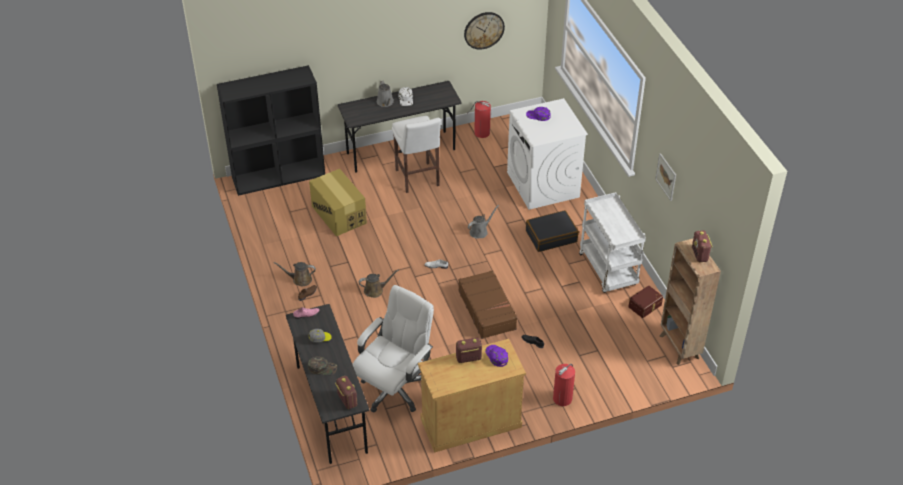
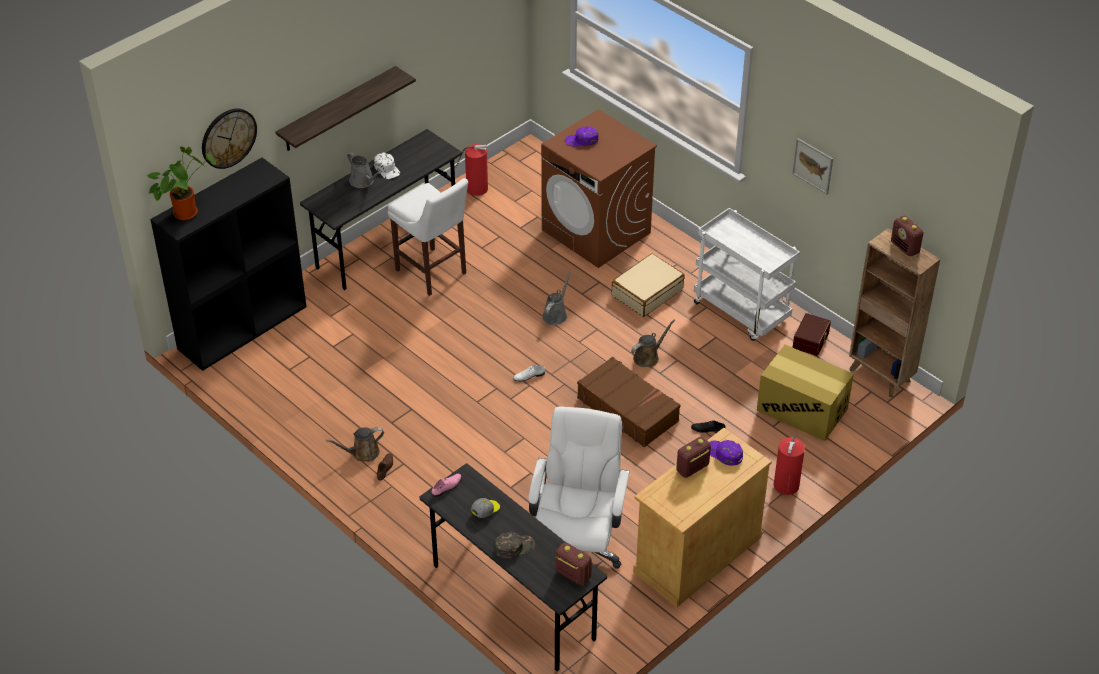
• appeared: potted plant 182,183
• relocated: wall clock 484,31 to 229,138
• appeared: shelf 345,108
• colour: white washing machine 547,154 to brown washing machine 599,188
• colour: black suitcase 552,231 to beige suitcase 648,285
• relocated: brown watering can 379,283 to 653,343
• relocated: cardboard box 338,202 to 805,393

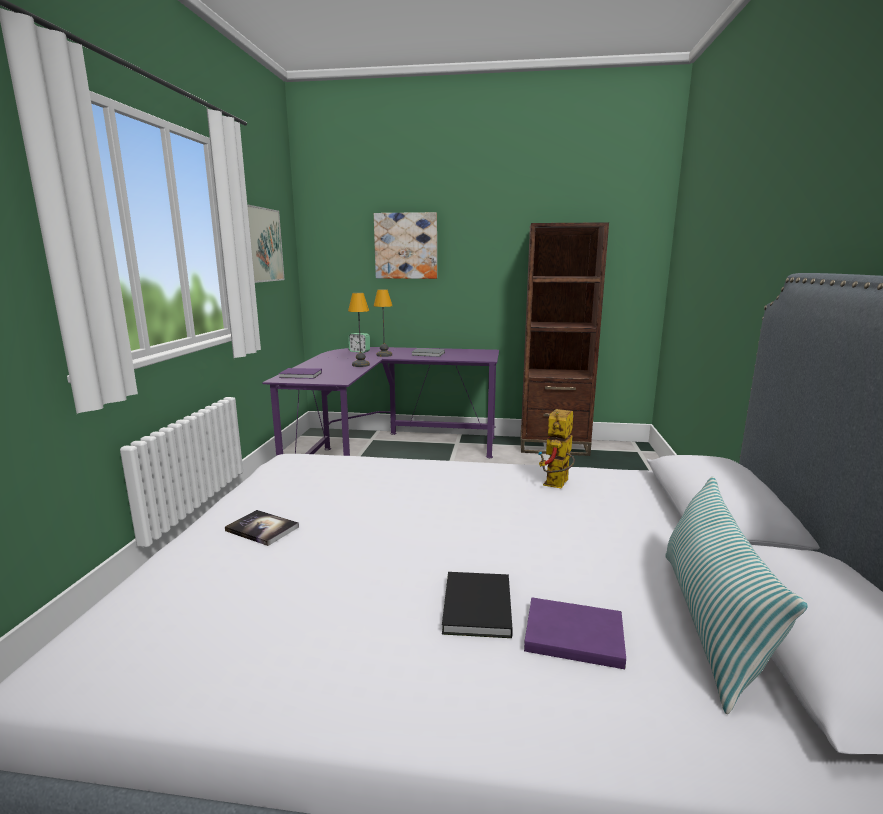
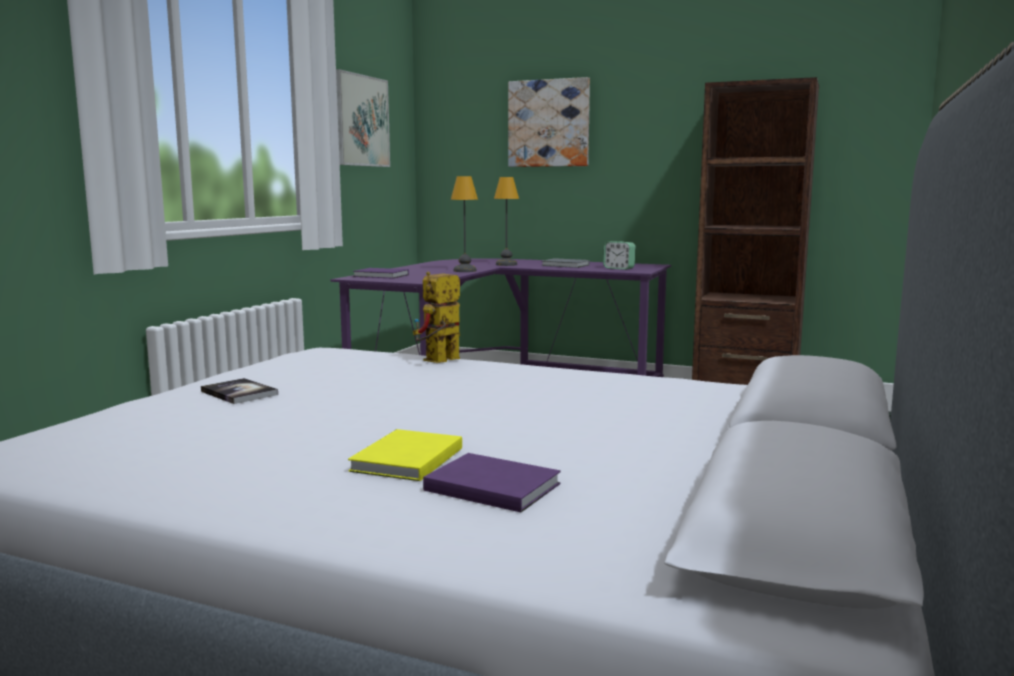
• colour: black book 477,605 to yellow book 405,455
• relocated: toy robot 556,448 to 436,317
• relocated: alarm clock 359,343 to 619,255
• missing: pillow 736,595

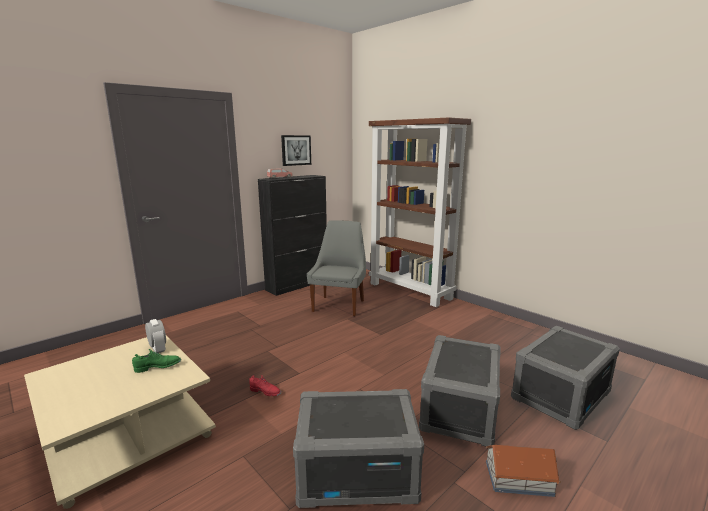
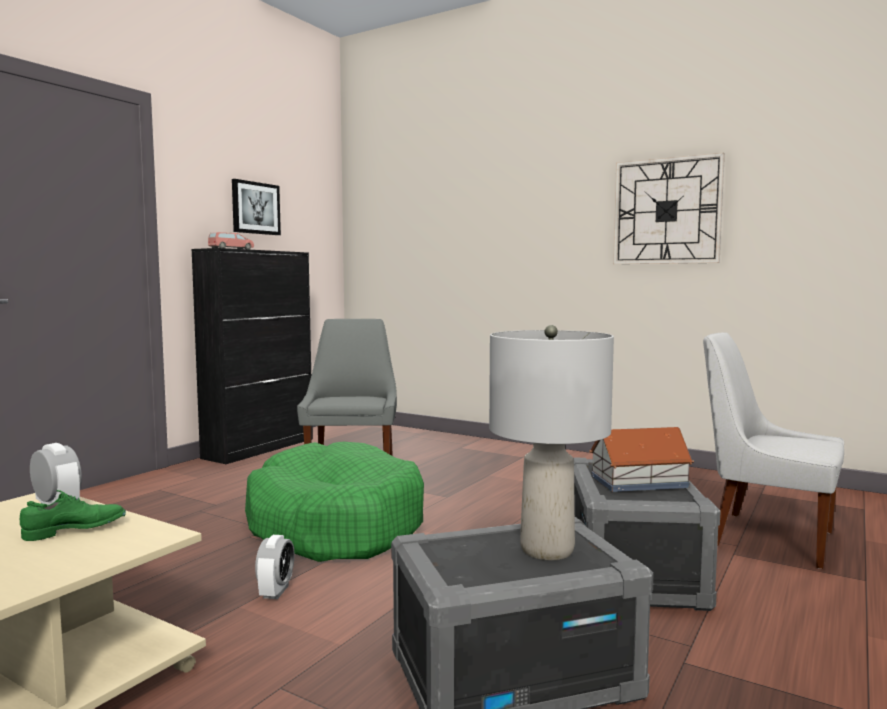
• appeared: green dog bed 334,502
• exchanged: red shoe 265,385 to alarm clock 275,567
• appeared: grey table lamp 551,442
• relocated: toy house 523,471 to 641,459
• appeared: wall clock 669,208
• exchanged: grey storage box 565,378 to white chair 773,450
• missing: brown bookcase 420,212

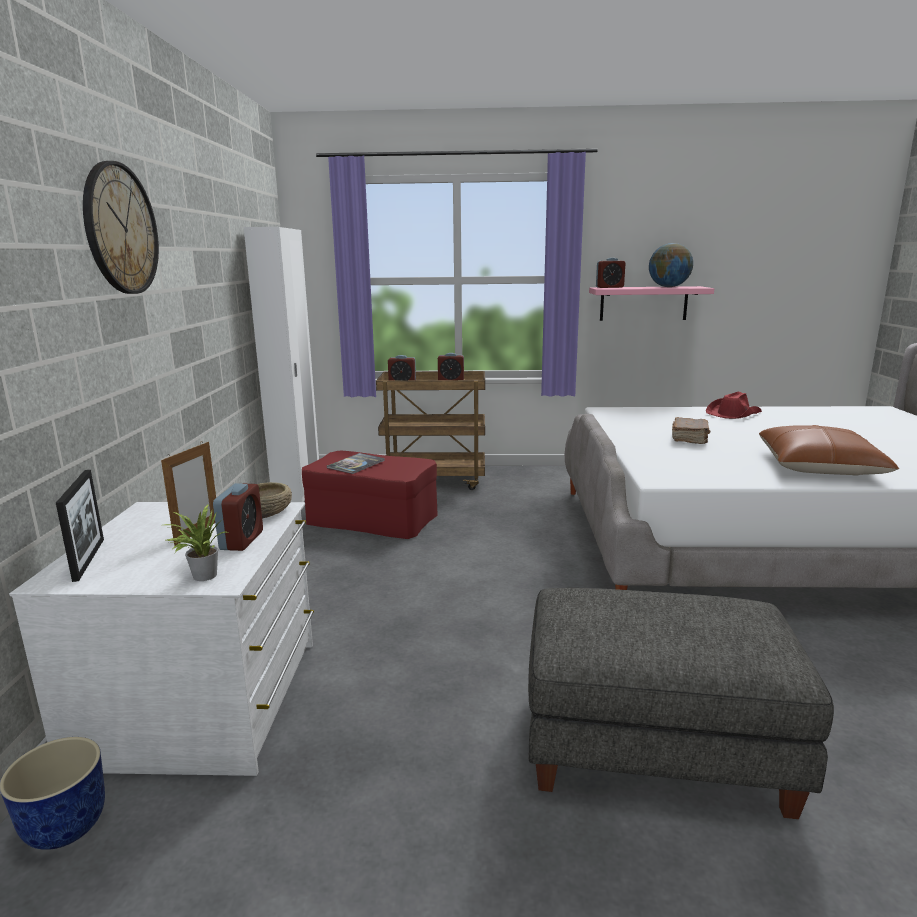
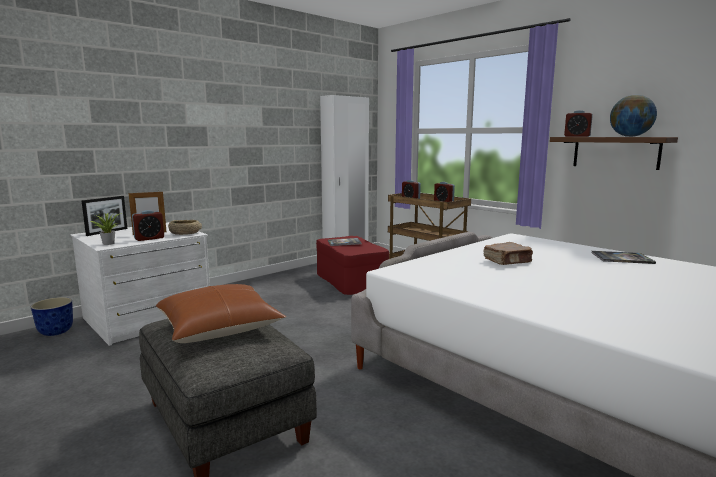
• relocated: brown pillow 829,450 to 221,313
• colour: pink shelf 651,303 to brown shelf 614,153
• exchanged: red hat 734,405 to book 624,257
• missing: wall clock 121,227

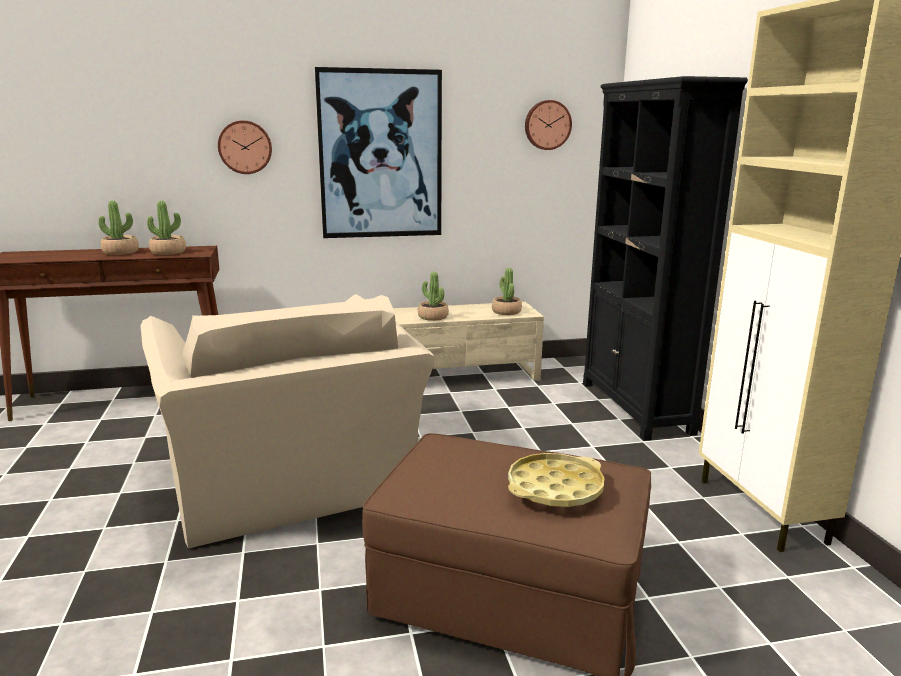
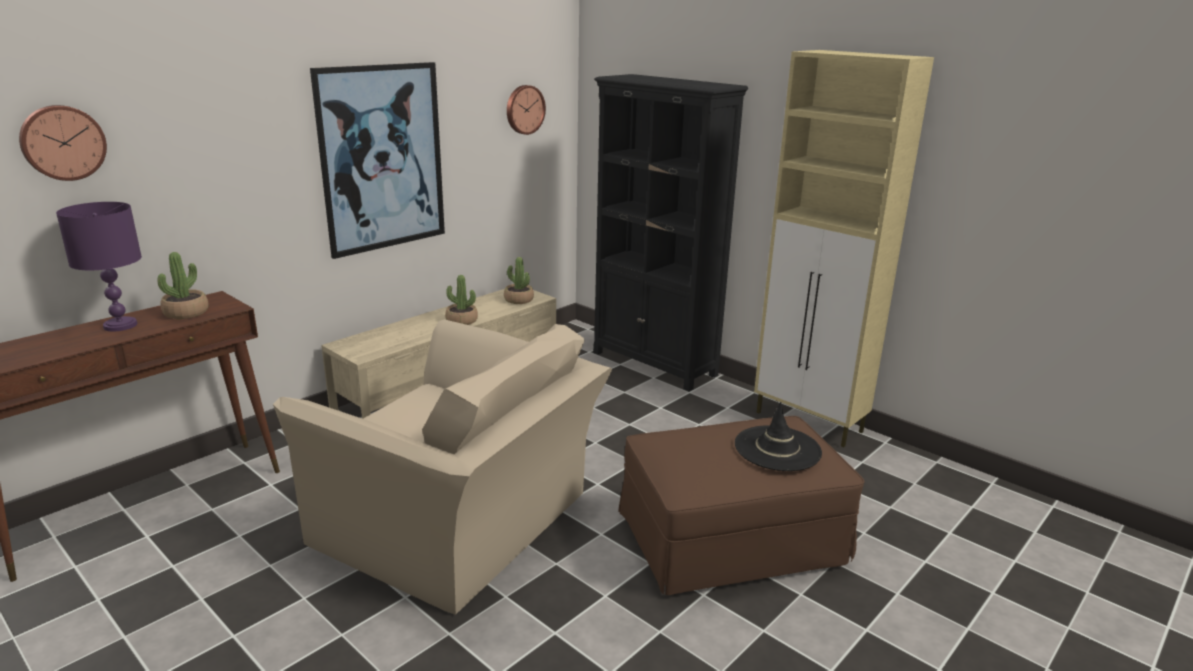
• relocated: wall clock 245,147 to 63,143
• exchanged: potted plant 118,227 to purple table lamp 99,266
• exchanged: yellow tray 556,480 to black hat 778,436

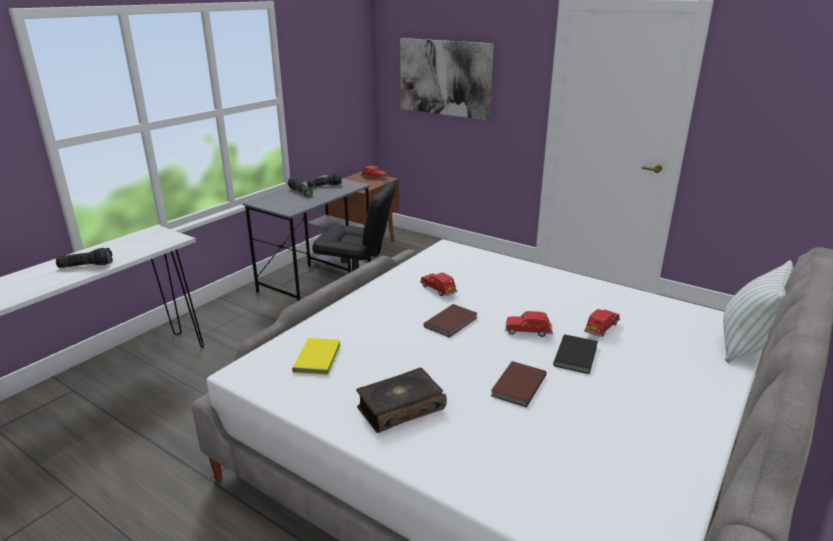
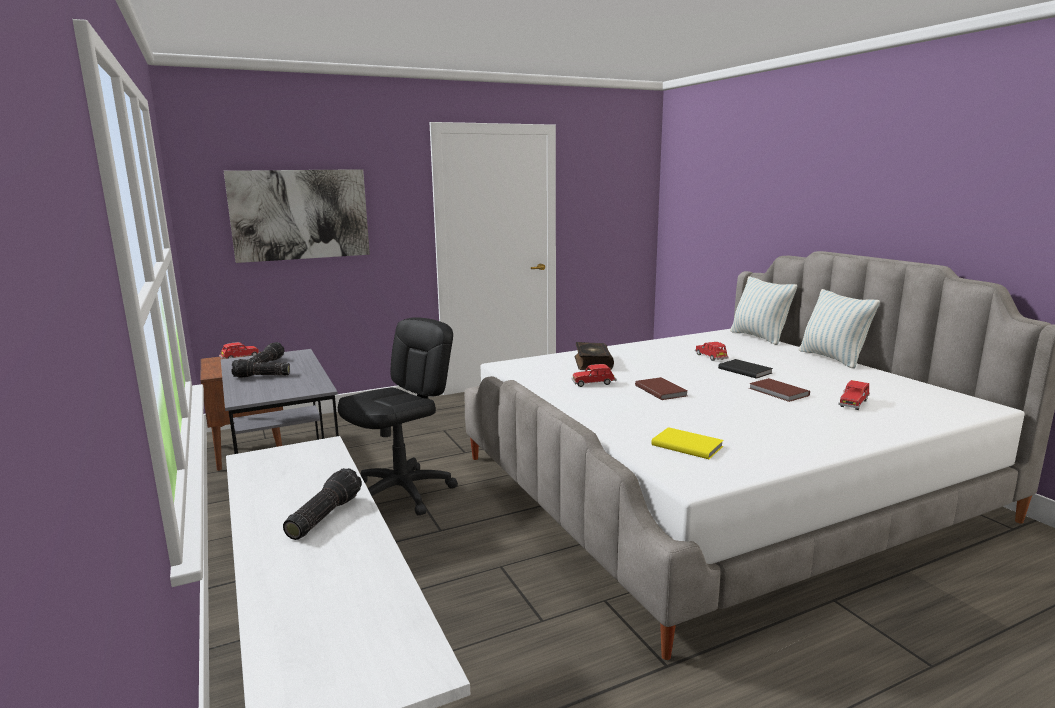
• relocated: book 401,400 to 594,356
• appeared: pillow 839,329
• relocated: red toy car 529,324 to 854,395

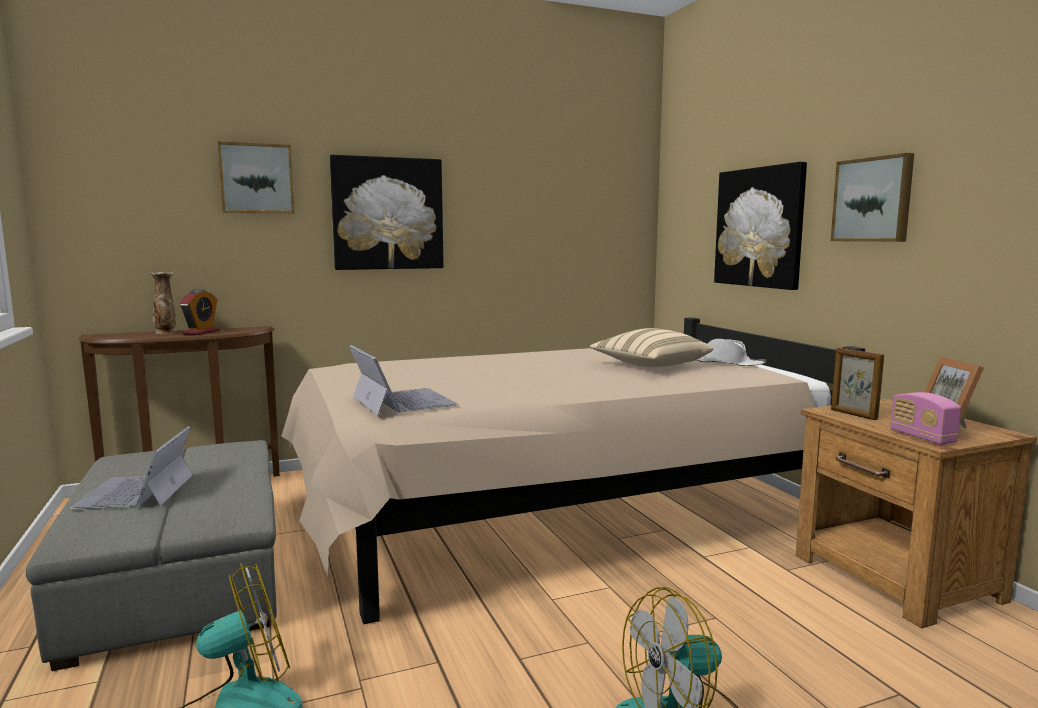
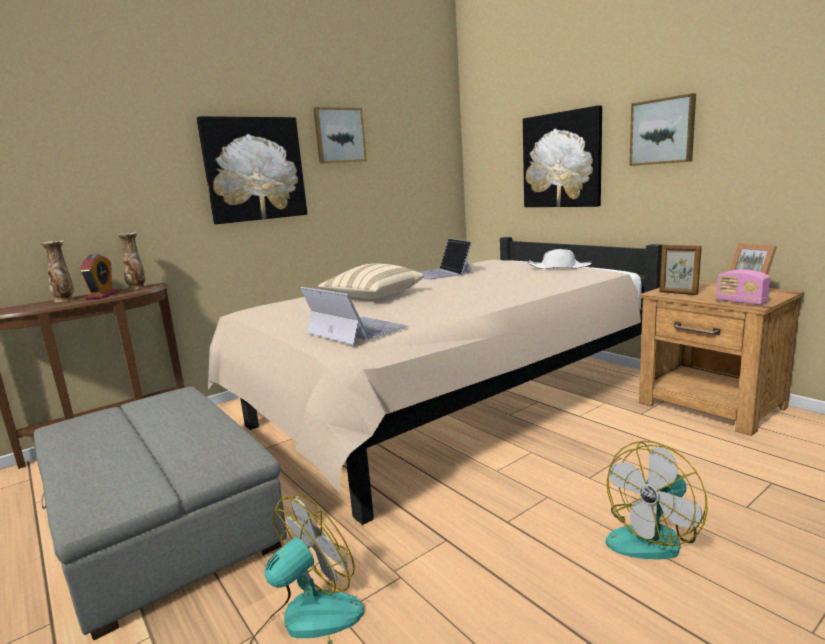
• appeared: vase 131,261
• relocated: picture 256,177 to 340,135
• relocated: beige pillow 651,347 to 371,280
• relocated: laptop 131,468 to 445,259

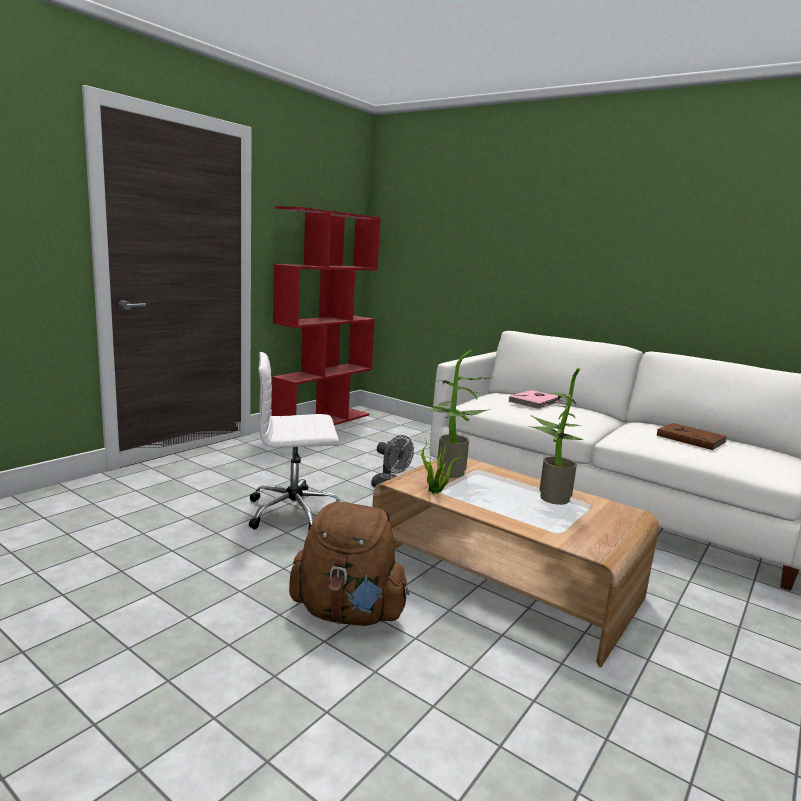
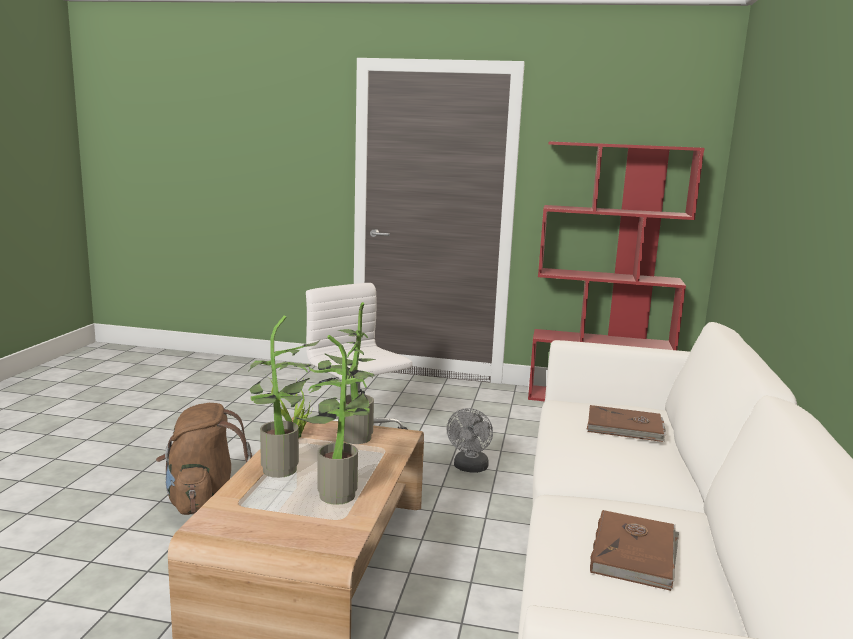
• appeared: potted plant 284,396
• colour: pink book 535,399 to brown book 626,423

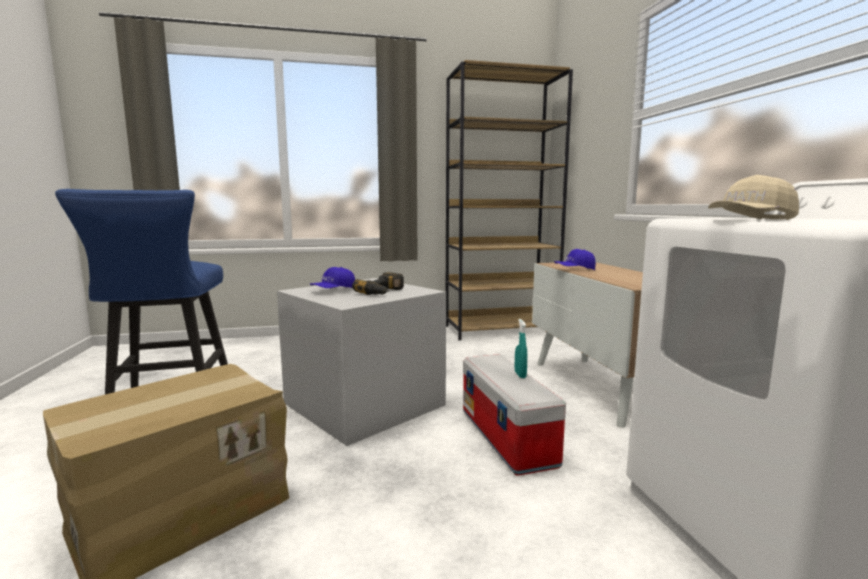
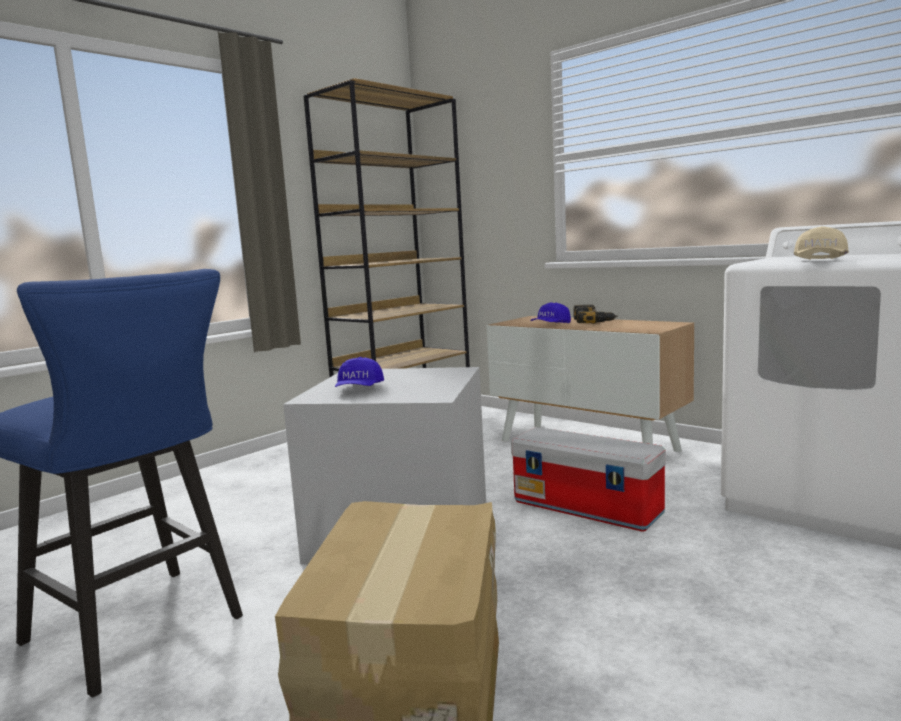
• relocated: power drill 378,283 to 595,314
• missing: turquoise spray bottle 521,348

